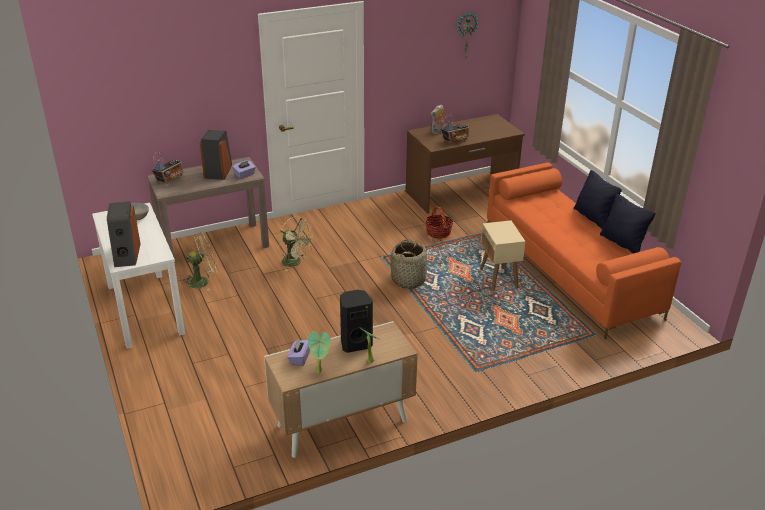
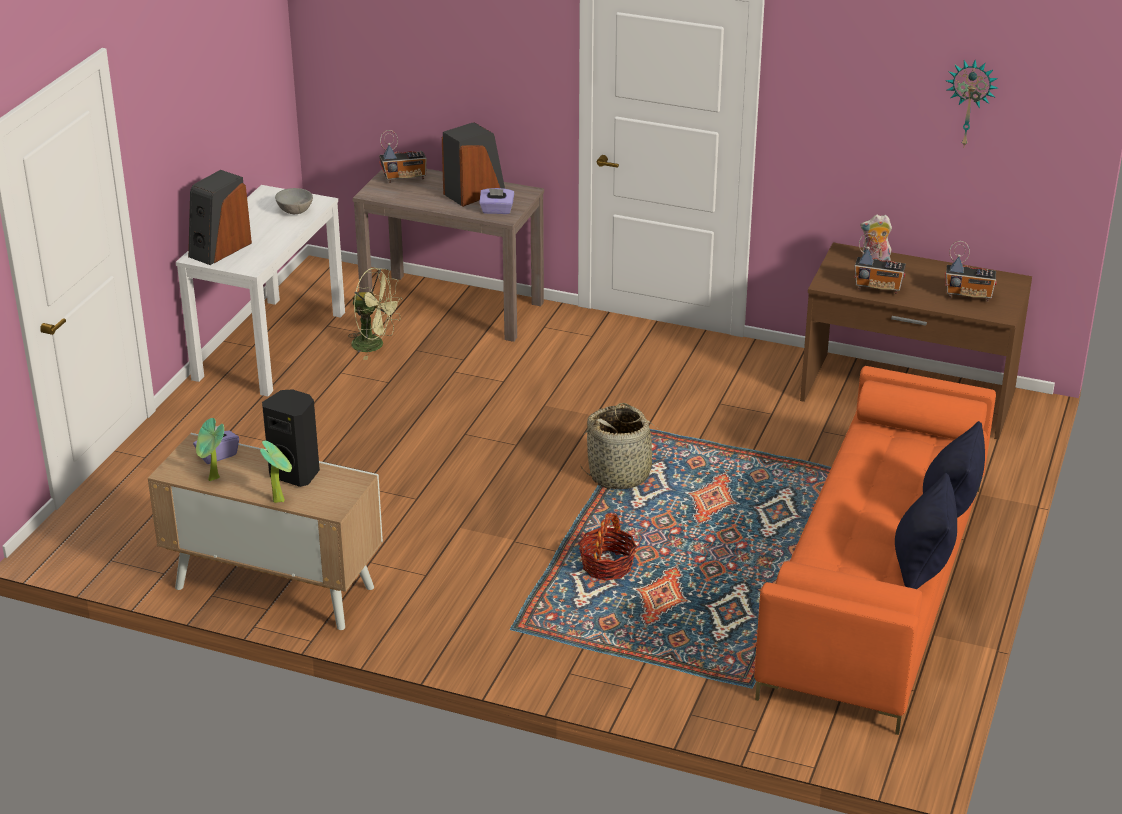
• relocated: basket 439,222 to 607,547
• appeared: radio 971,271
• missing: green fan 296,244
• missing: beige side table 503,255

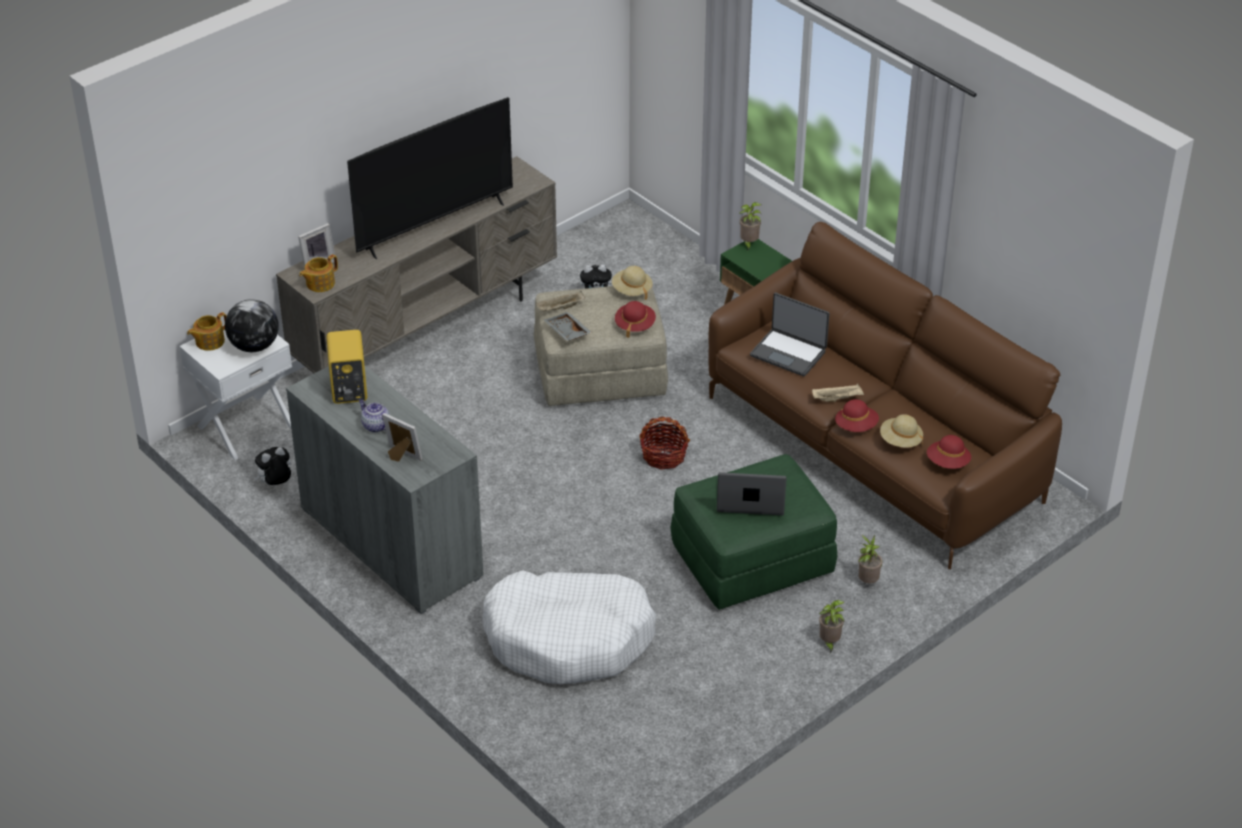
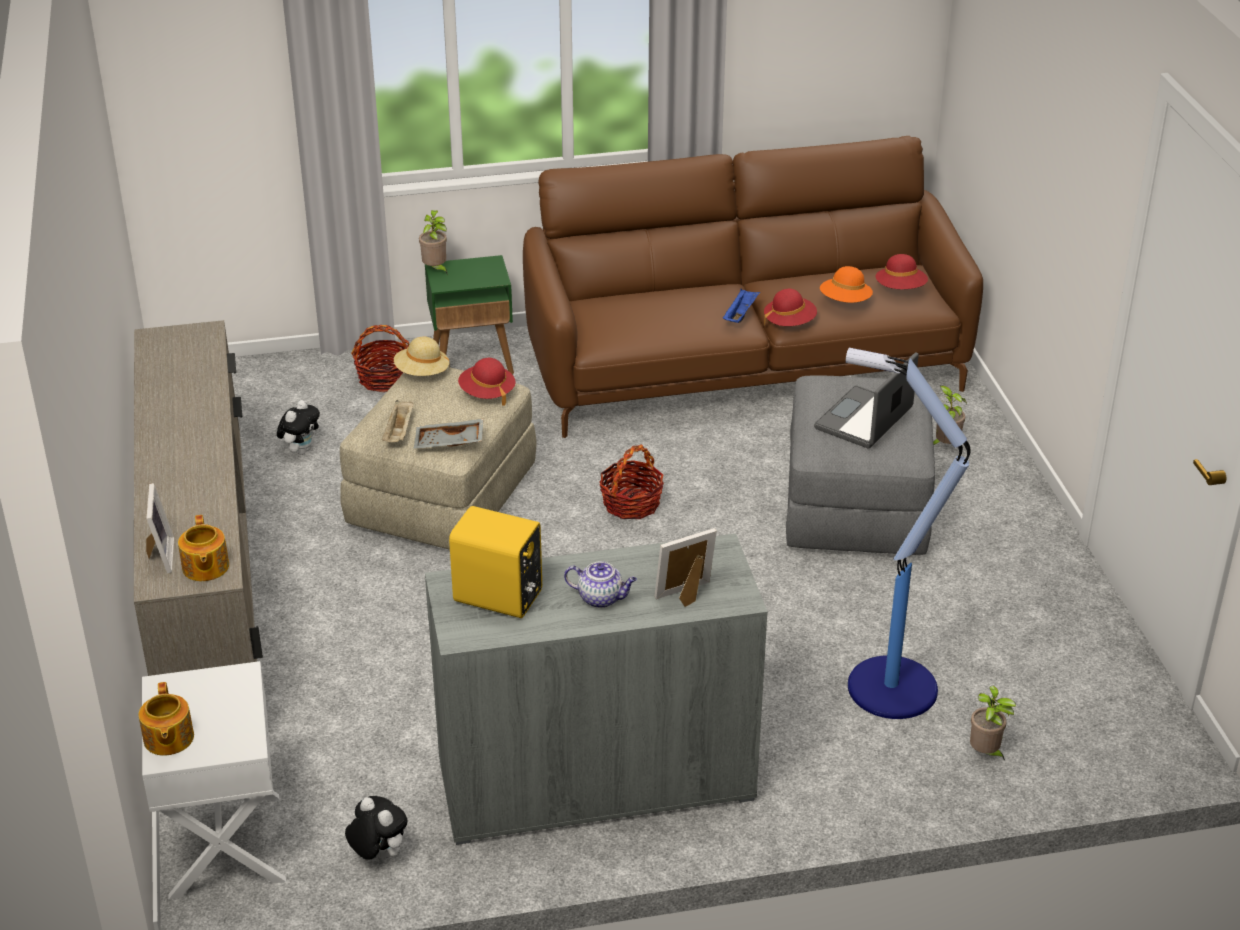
• spun: plush toy 272,466 = 376,828 135 degrees clockwise
• appeared: basket 380,358
• spun: teapot 374,416 = 600,584 150 degrees counterclockwise
• colour: beige tray 838,393 to blue tray 741,306
• colour: green ottoman 753,532 to grey ottoman 860,465
• colour: beige hat 901,431 to orange hat 846,284
• exchanged: white dog bed 569,627 to floor lamp 908,533
• relocated: potted plant 832,626 to 993,723
• missing: globe 251,325
• missing: television 430,178
• missing: laptop 790,334

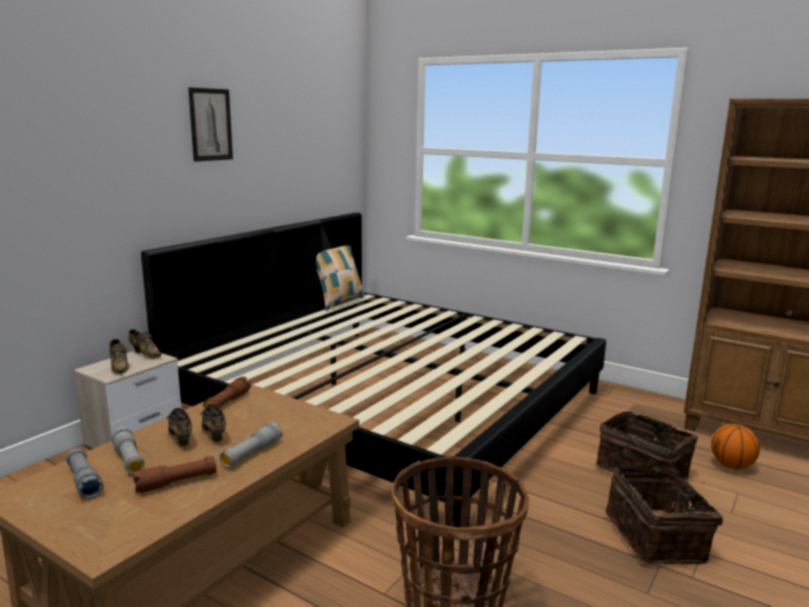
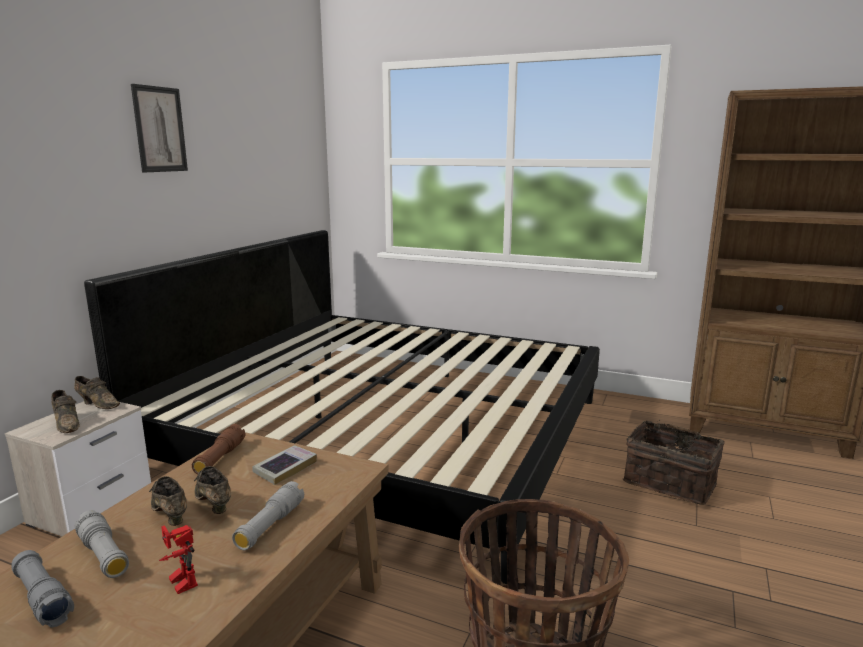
• exchanged: brown flashlight 174,474 to toy robot 178,559
• appeared: book 284,465
• missing: pillow 340,278
• missing: basket 664,514
• missing: basketball 735,446

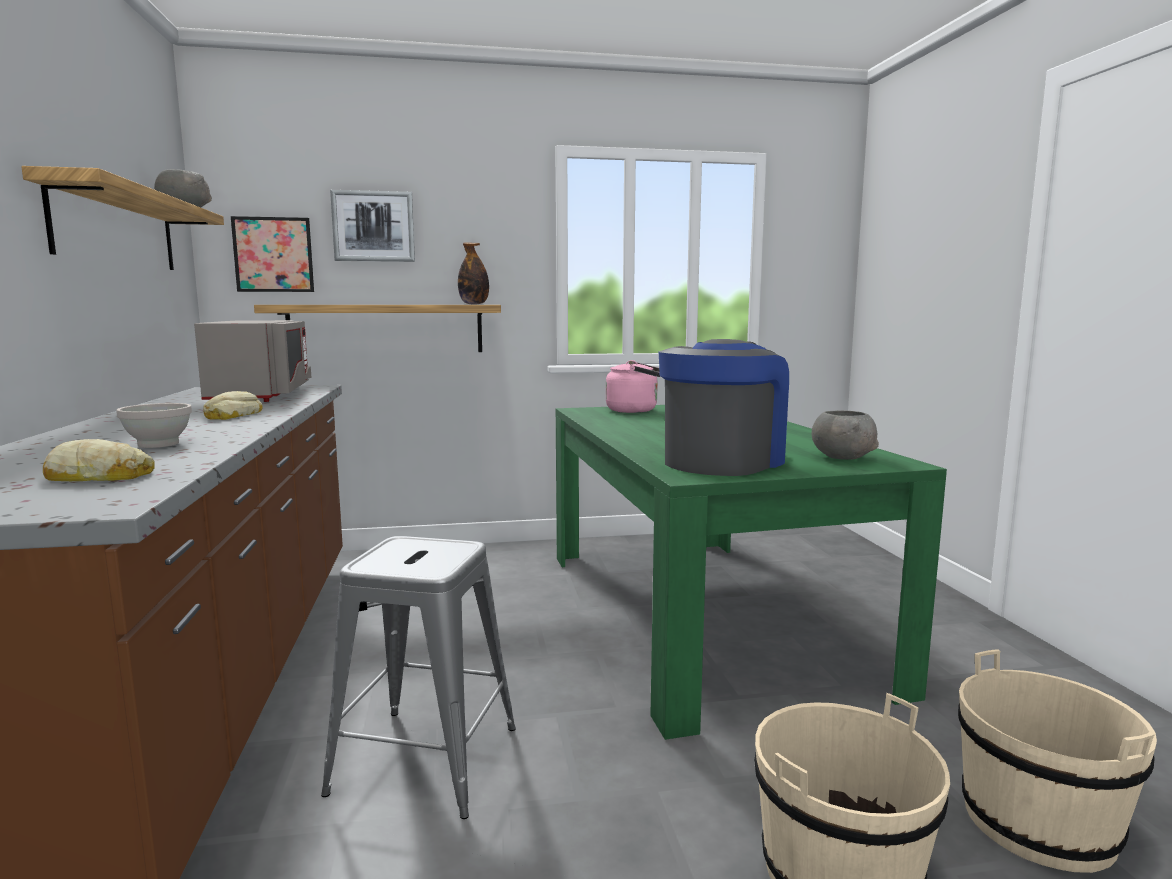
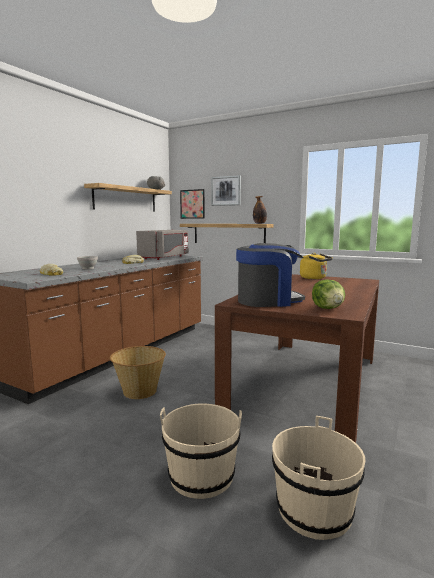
• exchanged: grey stool 418,677 to basket 138,372
• colour: green dining table 751,572 to brown dining table 297,358
• colour: pink kettle 633,386 to yellow kettle 316,266
• exchanged: grey bowl 845,435 to lettuce 328,294

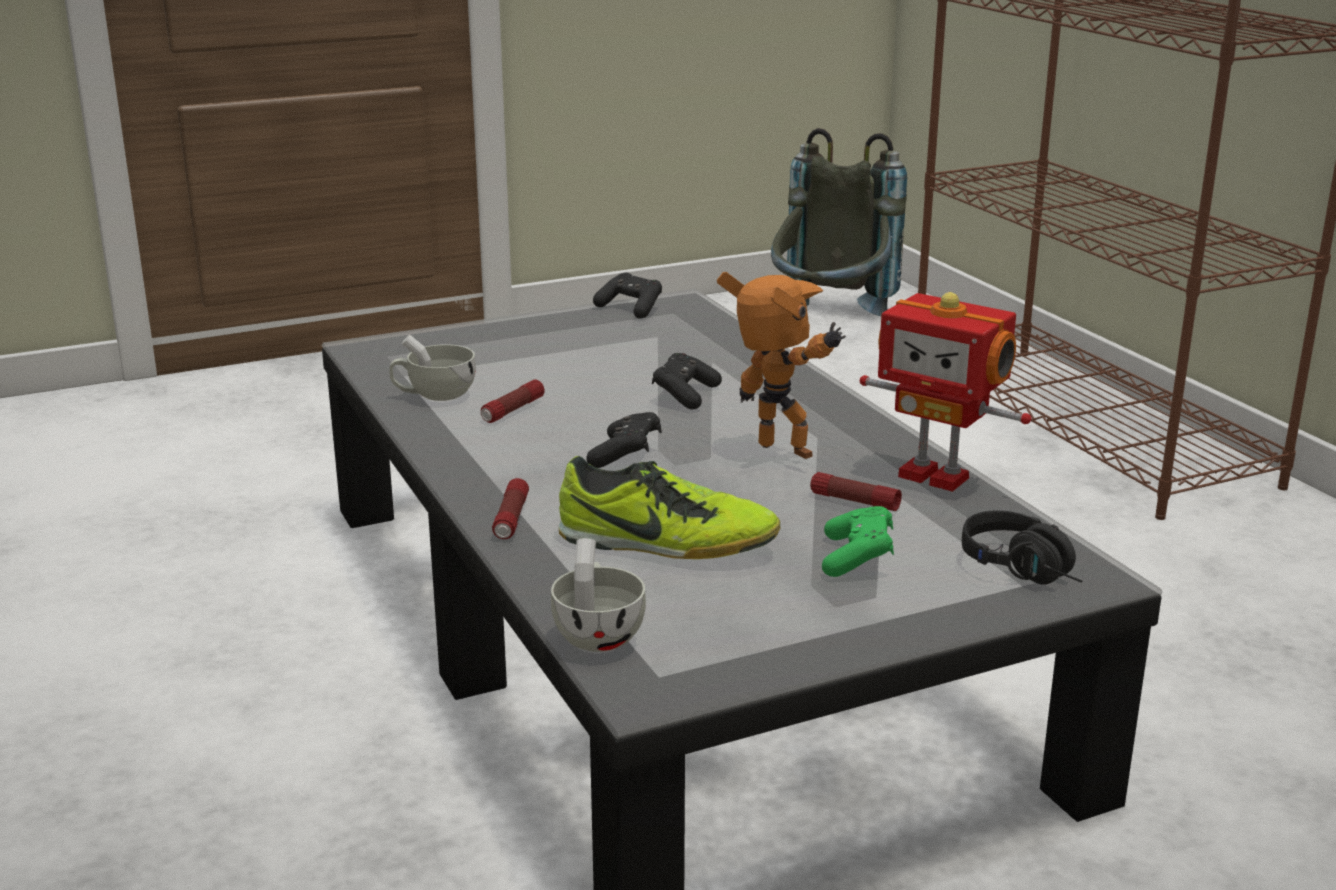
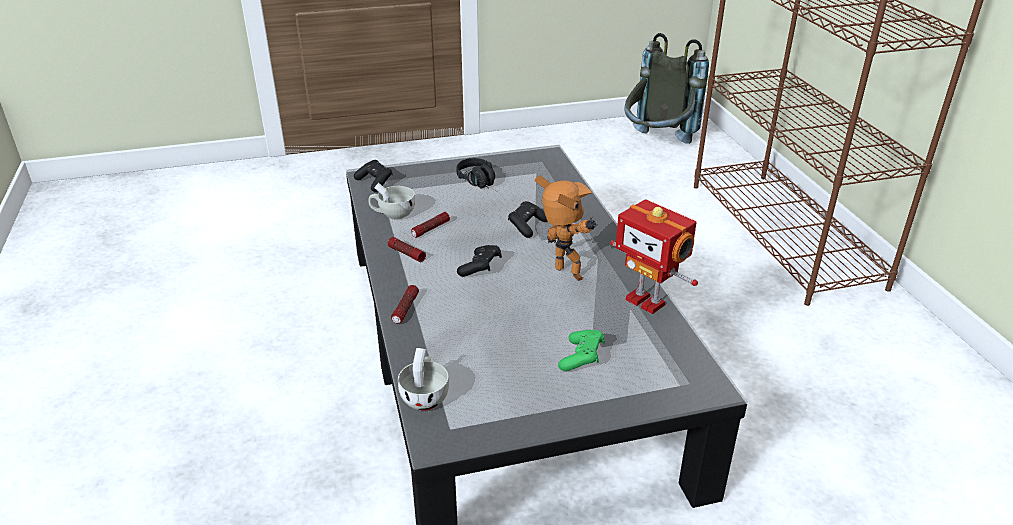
• relocated: black game controller 627,296 to 373,176
• relocated: flashlight 856,491 to 407,249
• relocated: black headphones 1022,548 to 475,173
• missing: shoe 669,507

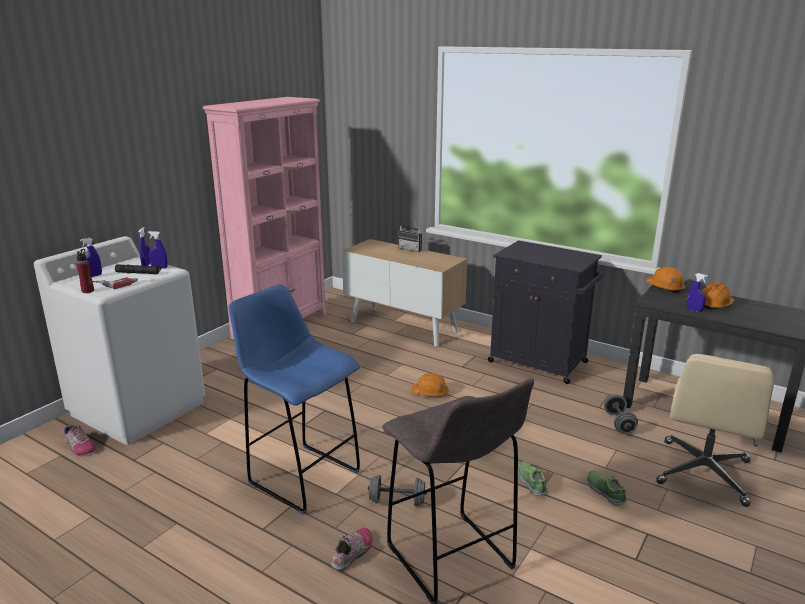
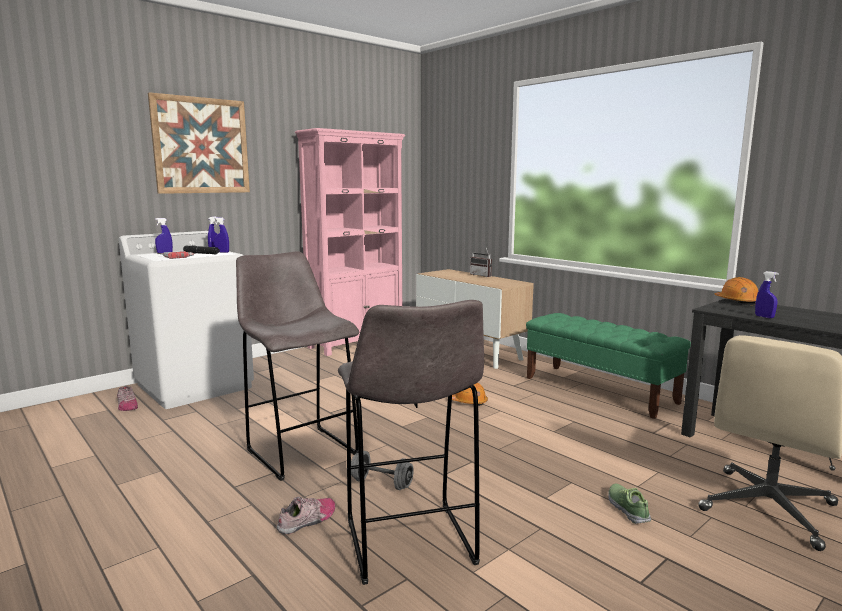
• appeared: picture 199,143
• colour: blue stool 294,399 to grey stool 297,366
• exchanged: black cabinet 545,312 to green bench 608,366
• missing: red bottle 85,271
• missing: shoe 533,478
• missing: grey dumbbell 621,414
• missing: orange hard hat 717,296

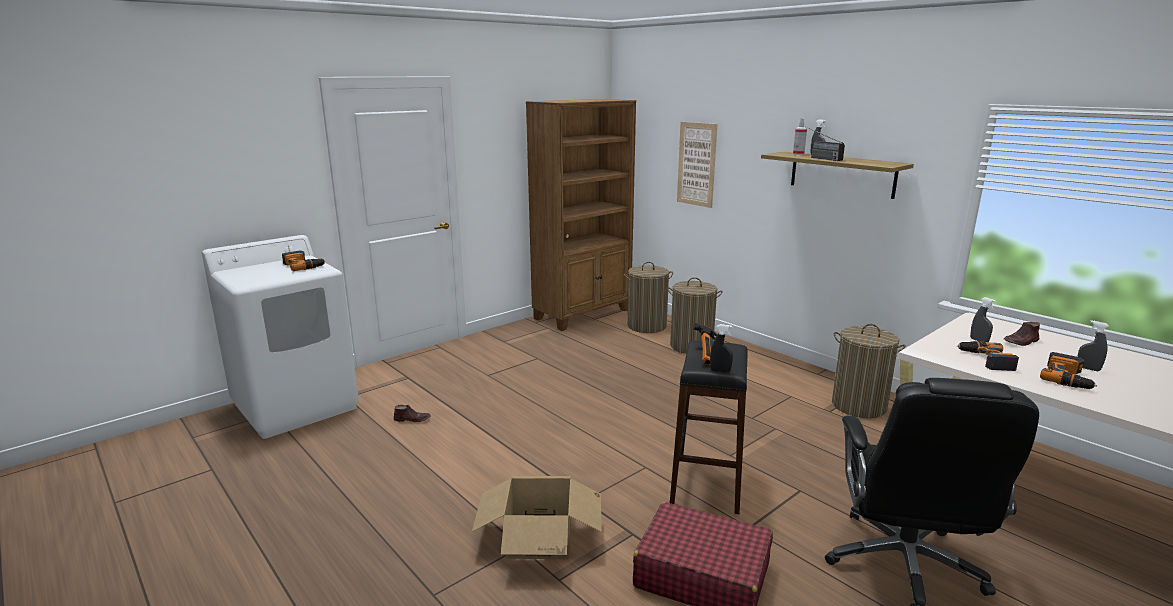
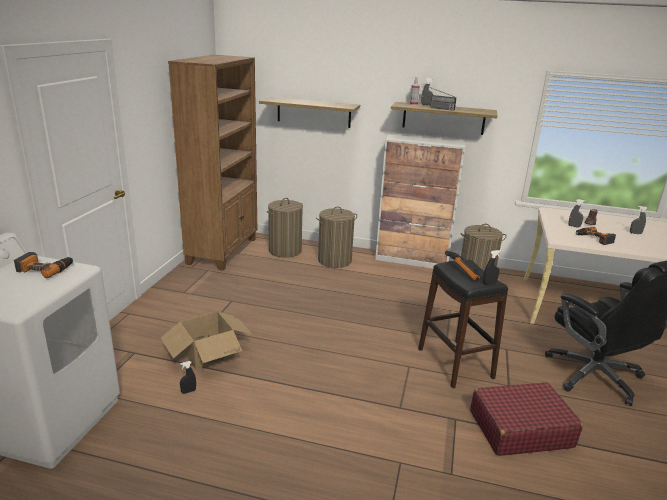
• relocated: cardboard box 537,517 to 207,341
• exchanged: brown shoe 412,413 to black spray bottle 188,377
• exchanged: picture 697,165 to shelf 309,112
• appeared: cabinet 420,201
• missing: power drill 1068,370

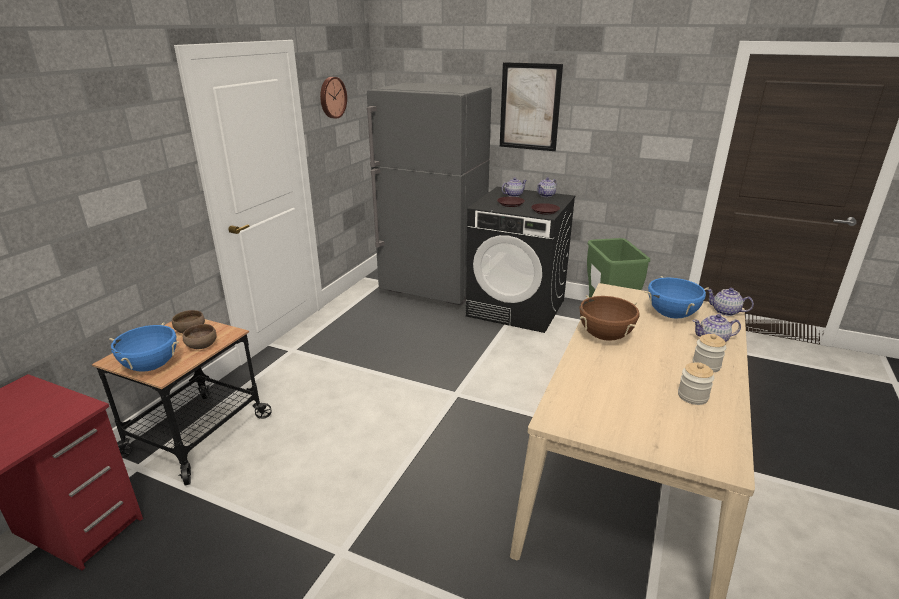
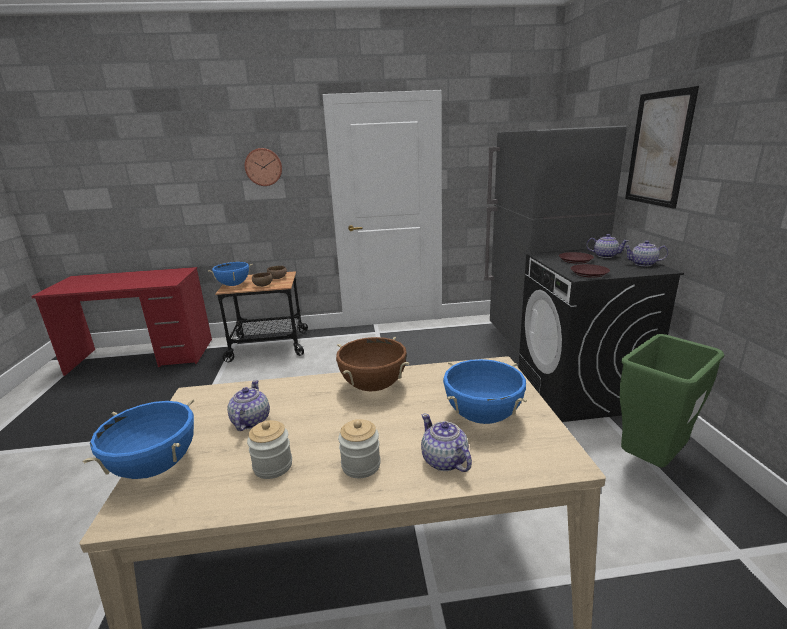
• appeared: blue cooking pot 138,439
• relocated: teapot 730,302 to 248,405
• relocated: wall clock 333,98 to 263,167

